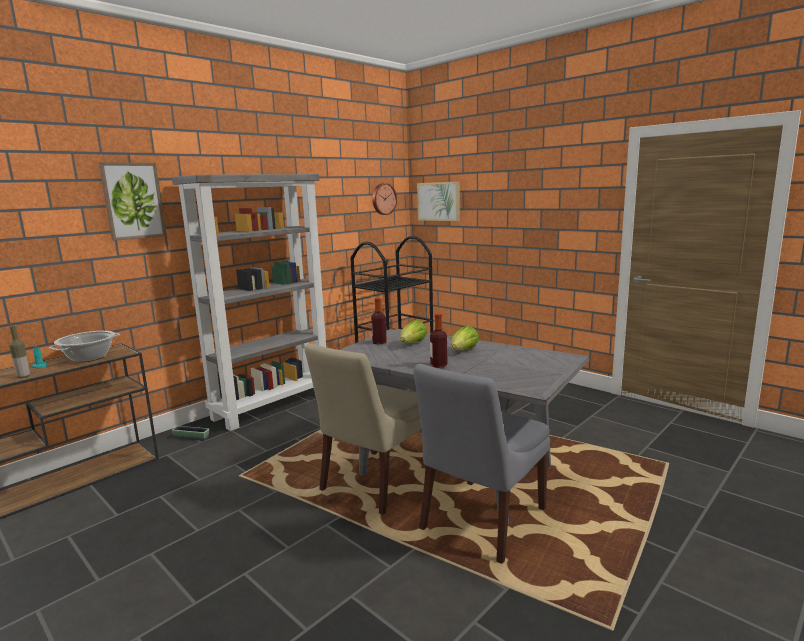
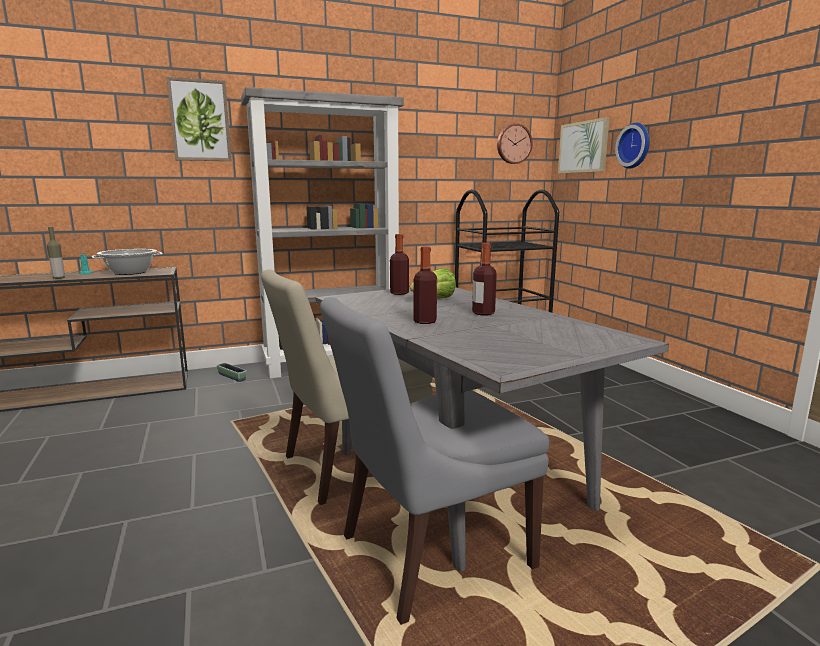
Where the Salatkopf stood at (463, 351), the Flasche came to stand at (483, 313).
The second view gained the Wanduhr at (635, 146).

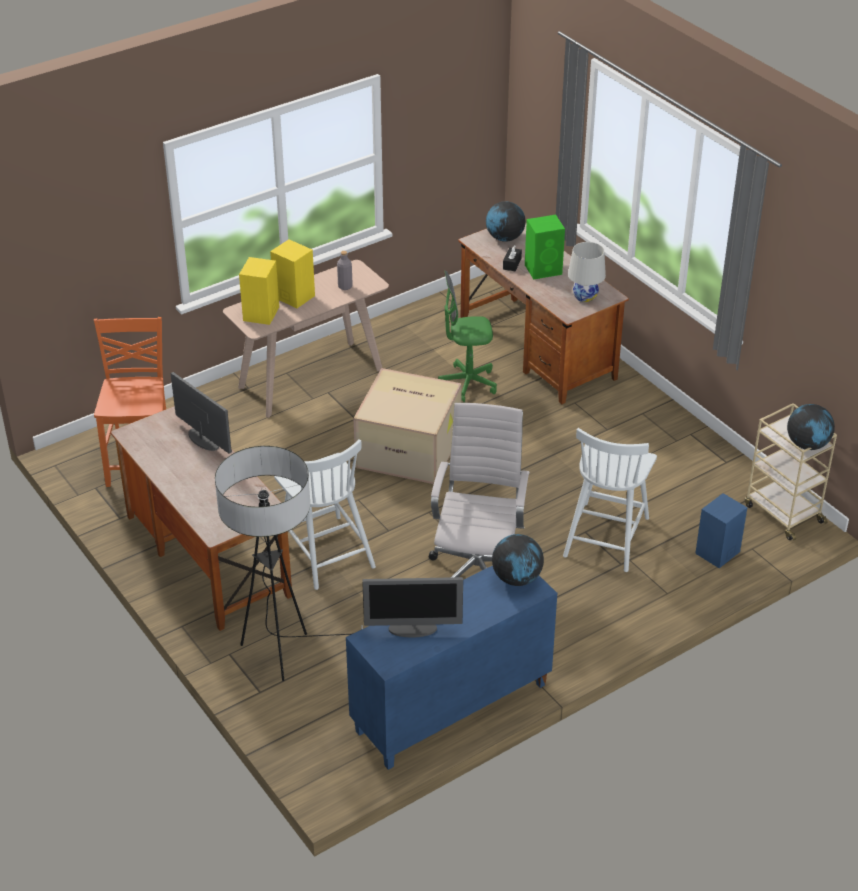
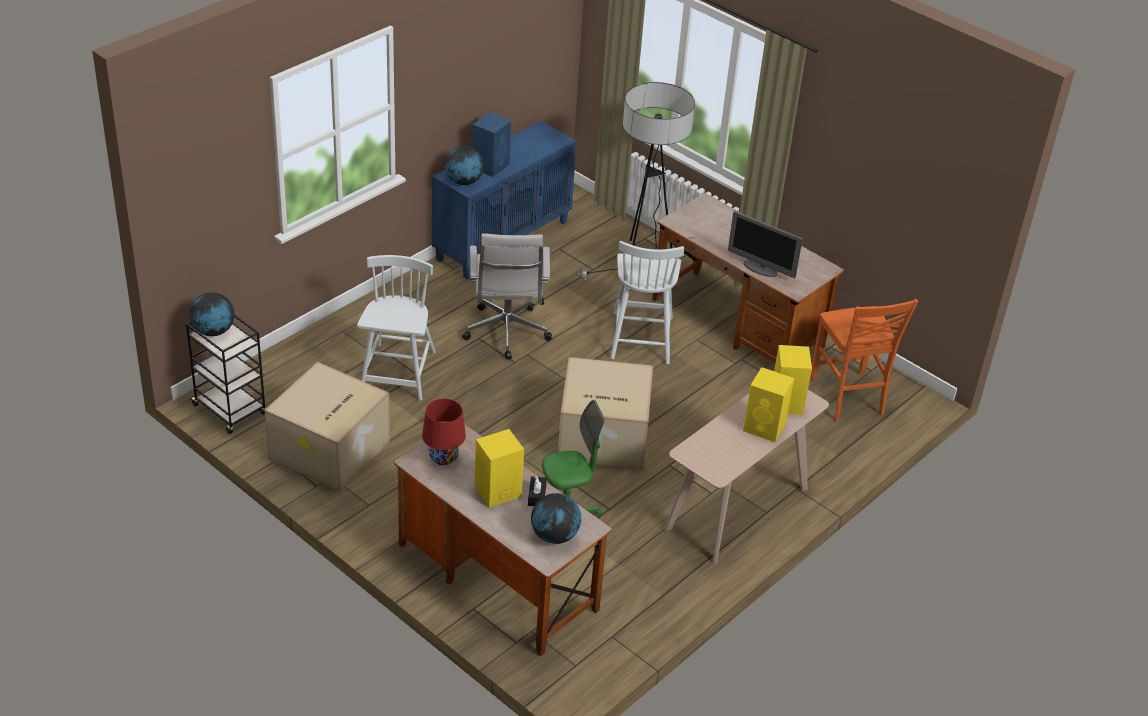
What was the Rollwagen [beige] at (782, 513) turned into the Rollwagen [schwarz] at (230, 410).
The second view gained the Karton at (330, 451).
What was the Tischlampe [weiß] at (585, 296) turned into the Tischlampe [rot] at (443, 458).
The Lautsprecher [blau] ended up elsewhere, having gone from (717, 553) to (491, 166).
What was the Lautsprecher [grün] at (544, 269) turned into the Lautsprecher [gelb] at (497, 492).
The Stuhl [weiß] at (325, 551) ended up facing another way, 135 degrees counterclockwise from before.
The second view lost the Flasche [grau] at (345, 286).
The second view lost the Monitor at (413, 629).

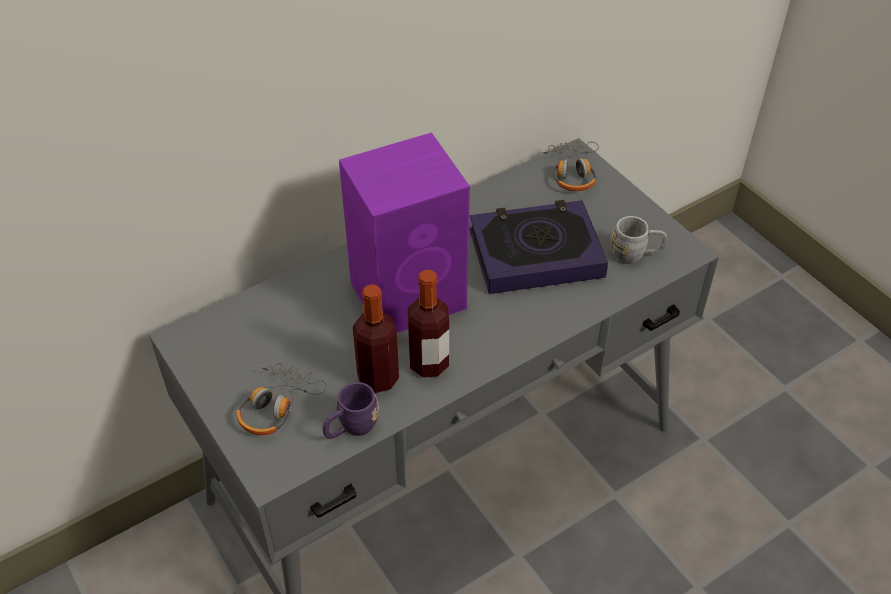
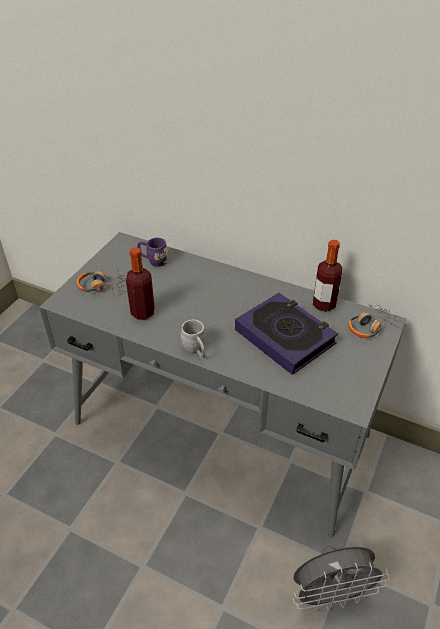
The Henkelbecher [lila] ended up elsewhere, having gone from (351, 428) to (153, 260).
The Henkelbecher [grau] ended up elsewhere, having gone from (635, 255) to (195, 350).
The second view gained the Ventilator [grau] at (331, 595).
The Flasche ended up elsewhere, having gone from (429, 363) to (324, 304).
The second view lost the Lautsprecher [lila] at (410, 294).

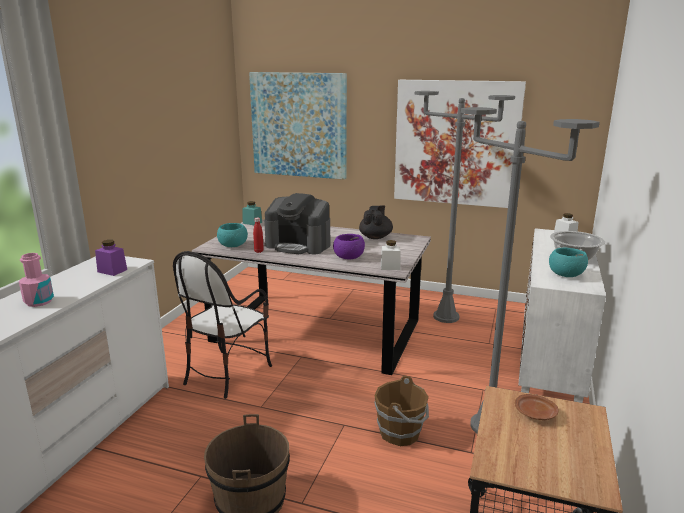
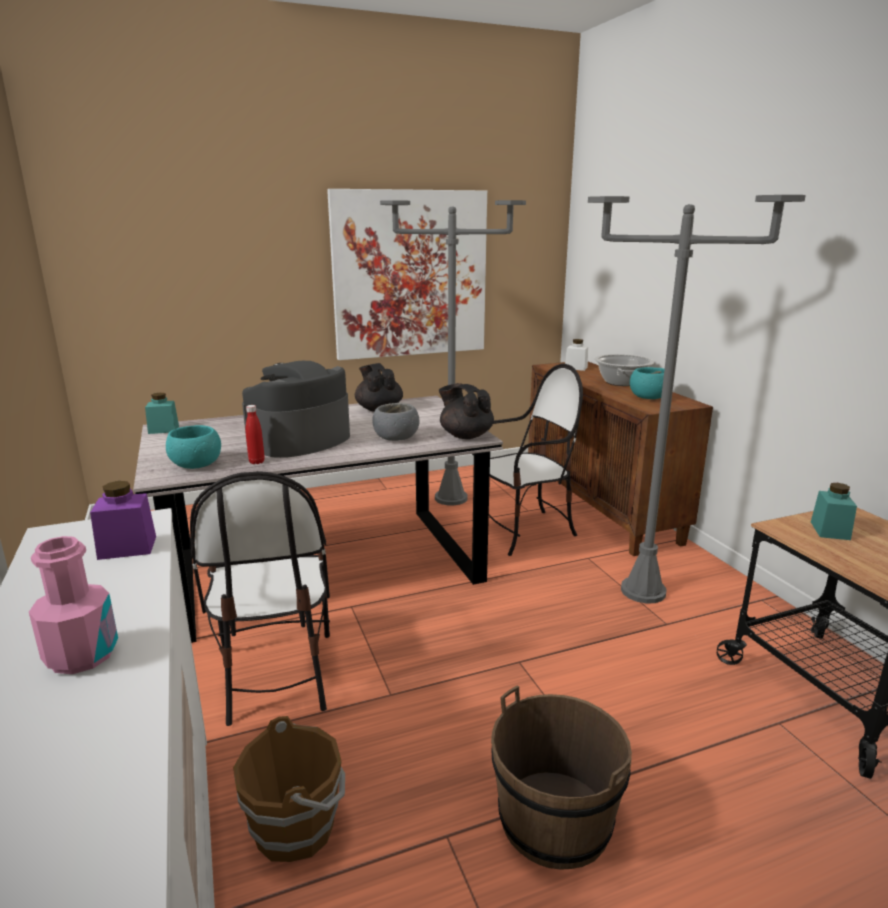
The Eimer [braun] ended up elsewhere, having gone from (401, 433) to (297, 827).
The Kaffeemaschine at (299, 245) ended up facing another way, 150 degrees clockwise from before.
What was the Schüssel [lila] at (349, 257) turned into the Schüssel [grau] at (396, 438).
Where the Vorratsglas [weiß] stood at (390, 267), the Teekanne [schwarz] came to stand at (465, 435).
The second view gained the Stuhl at (524, 531).
What was the Schrank [weiß] at (550, 363) turned into the Schrank [braun] at (602, 509).
Where the Teller [braun] stood at (535, 414), the Vorratsglas [türkis] came to stand at (830, 530).
The second view lost the Bild at (298, 125).

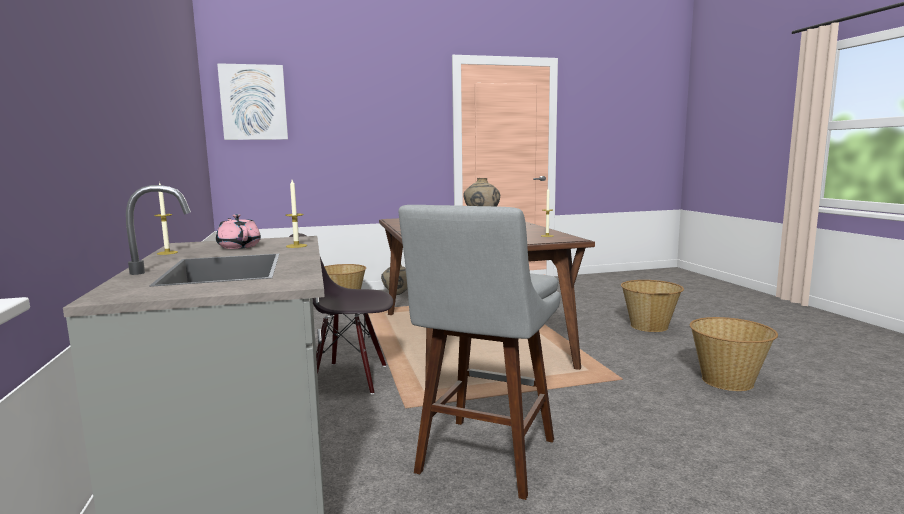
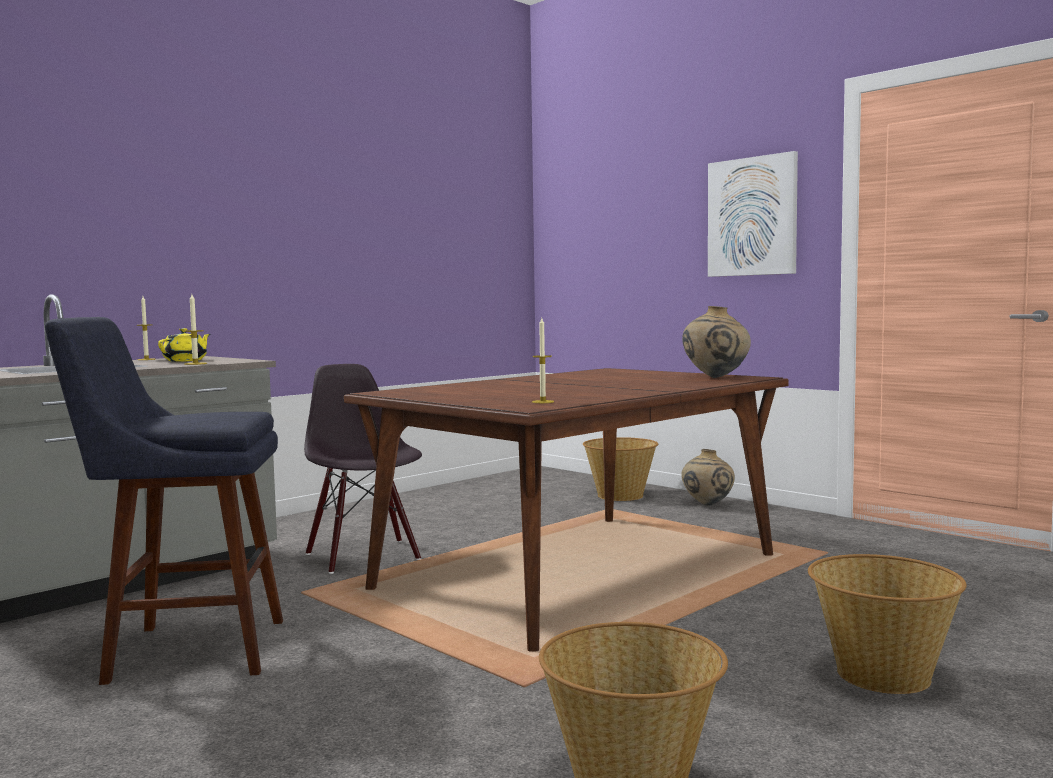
What was the Hocker [grau] at (483, 460) turned into the Hocker [blau] at (185, 651).
What was the Teekanne [rosa] at (239, 246) turned into the Teekanne [gelb] at (186, 361).
The Bild ended up elsewhere, having gone from (253, 102) to (752, 217).

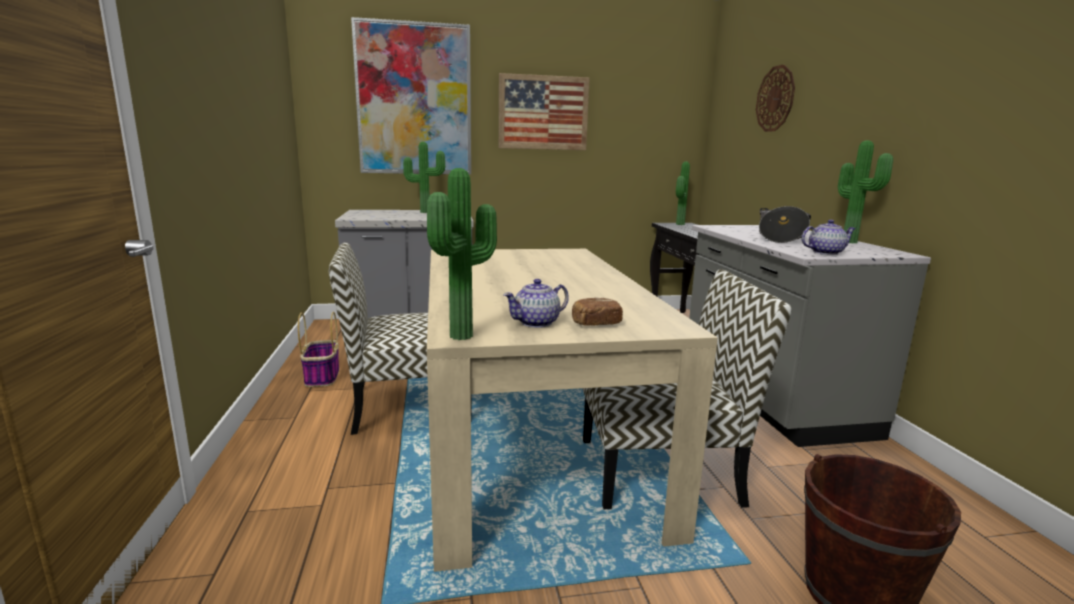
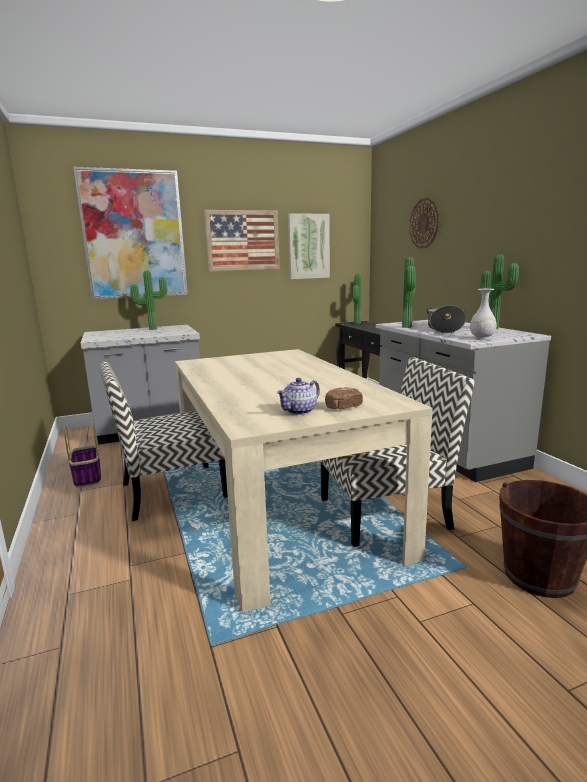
The second view gained the Bild at (308, 246).
The Topfpflanze ended up elsewhere, having gone from (465, 336) to (408, 327).
Where the Teekanne stood at (825, 252), the Vase [weiß] came to stand at (481, 338).

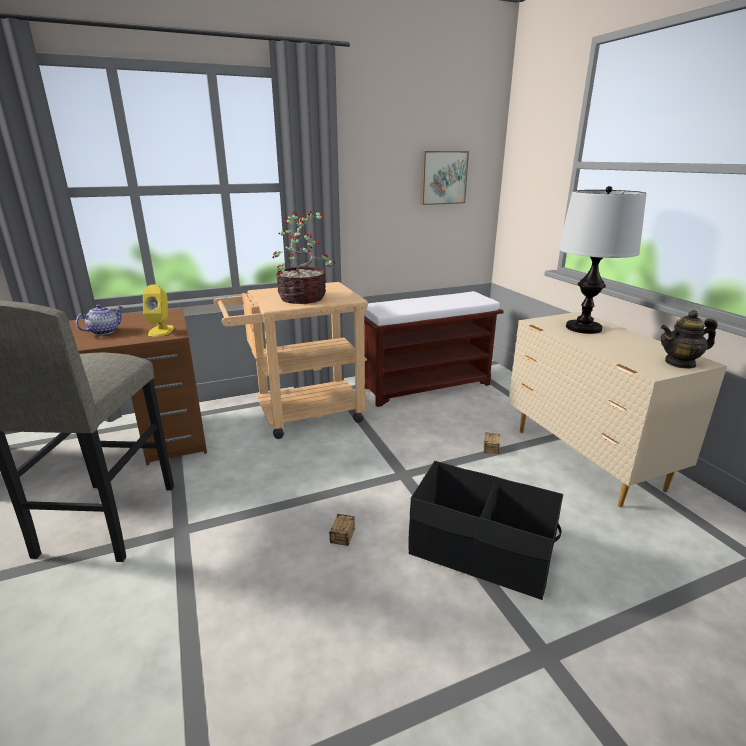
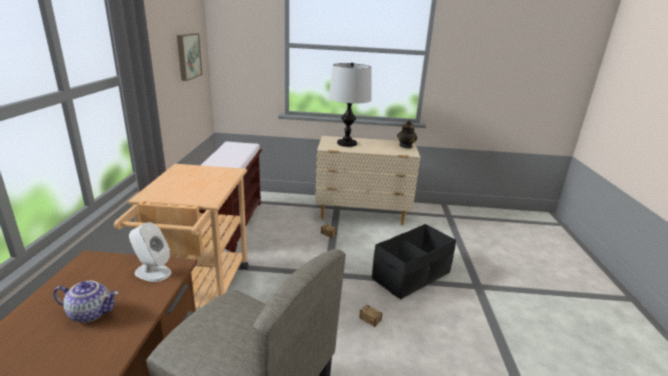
The Teekanne at (104, 331) ended up facing another way, 120 degrees clockwise from before.
What was the Lautsprecher [gelb] at (161, 331) turned into the Lautsprecher [weiß] at (152, 272).
The second view lost the Topfpflanze at (304, 298).

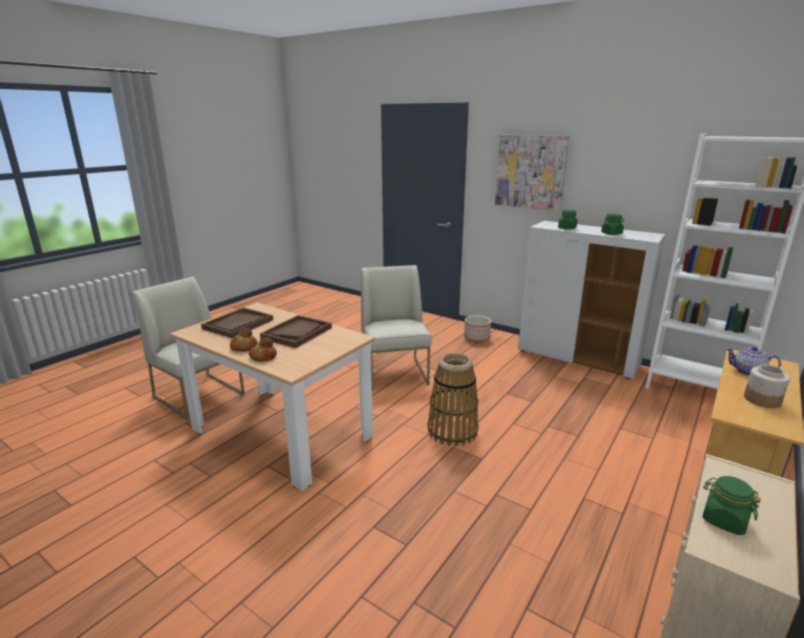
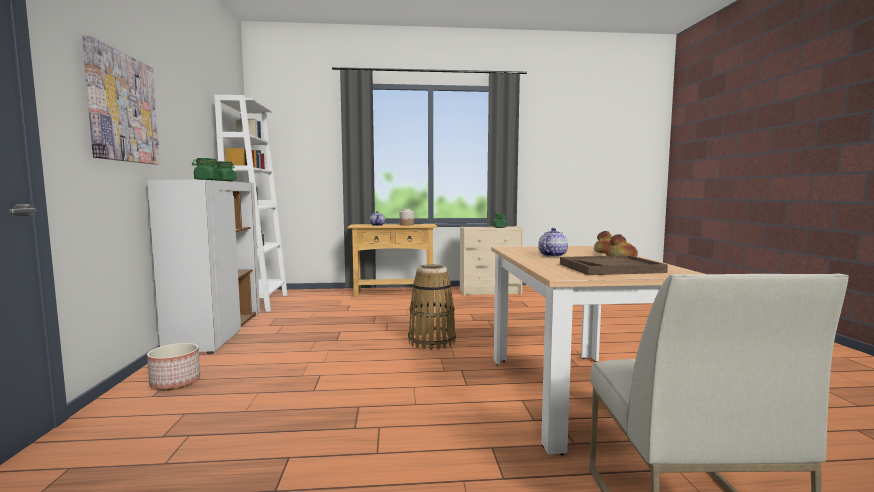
Where the Tablett [braun] stood at (297, 333), the Teekanne came to stand at (552, 255).
The second view lost the Stuhl [weiß] at (395, 373).

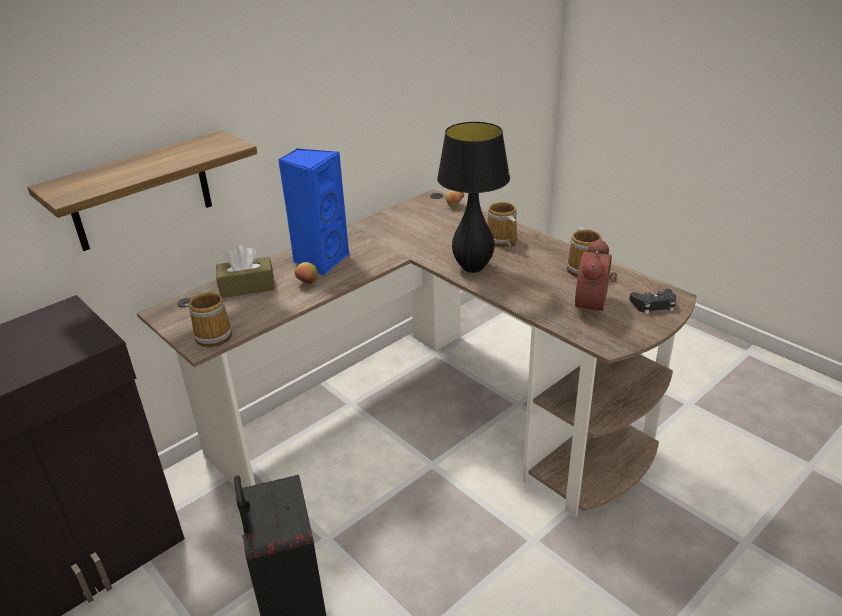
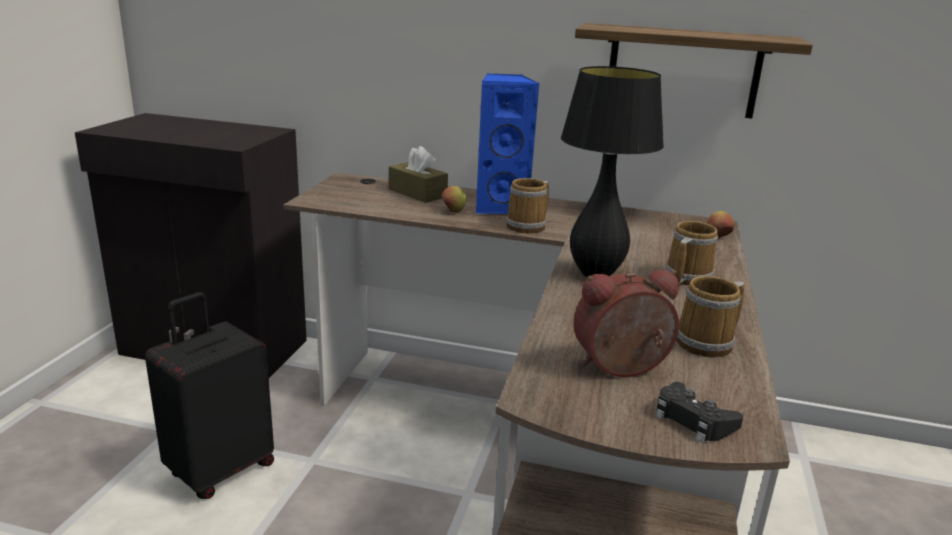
The Henkelbecher ended up elsewhere, having gone from (214, 334) to (528, 226).
The Wandregal ended up elsewhere, having gone from (141, 192) to (683, 71).

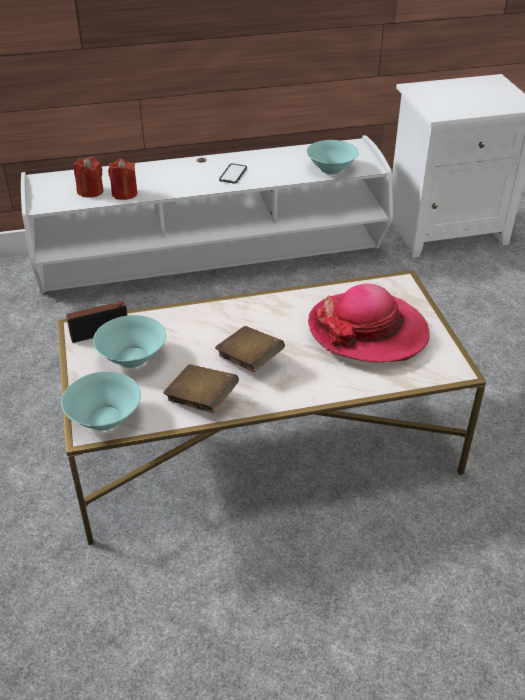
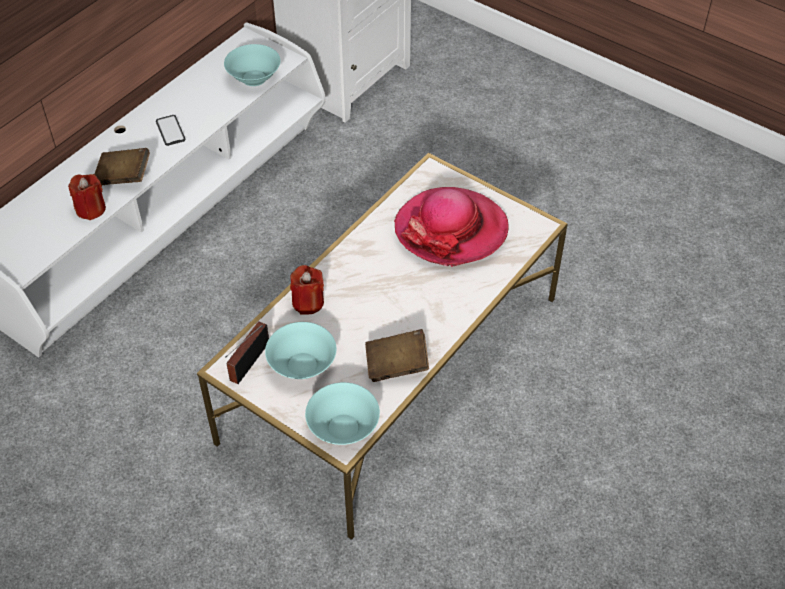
The Buch [braun] ended up elsewhere, having gone from (249, 360) to (124, 177).
The Kerze [rot] ended up elsewhere, having gone from (90, 191) to (308, 302).

